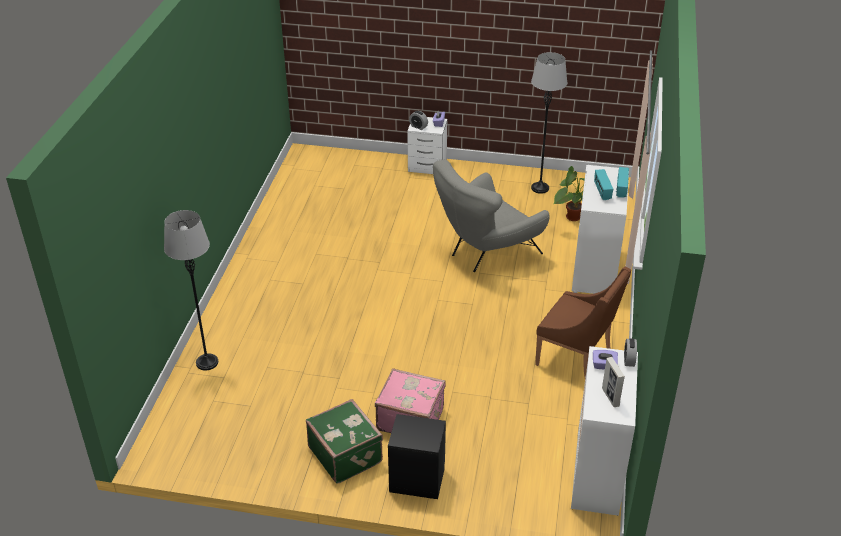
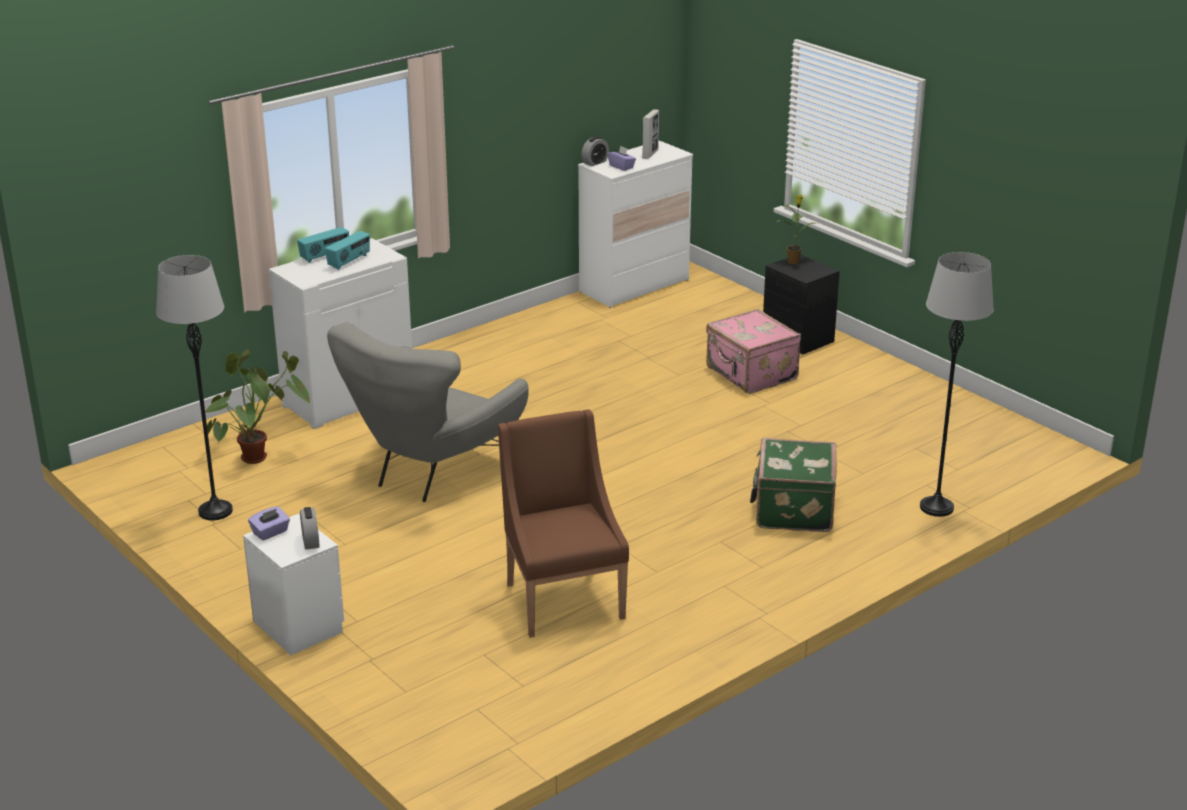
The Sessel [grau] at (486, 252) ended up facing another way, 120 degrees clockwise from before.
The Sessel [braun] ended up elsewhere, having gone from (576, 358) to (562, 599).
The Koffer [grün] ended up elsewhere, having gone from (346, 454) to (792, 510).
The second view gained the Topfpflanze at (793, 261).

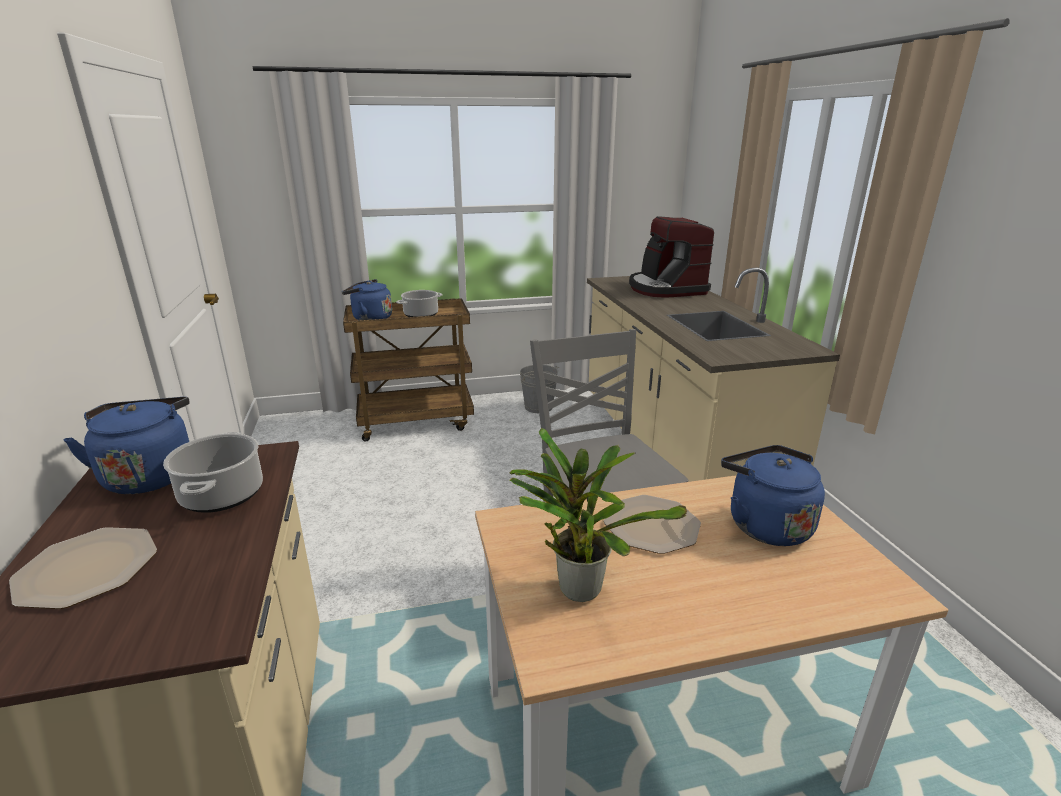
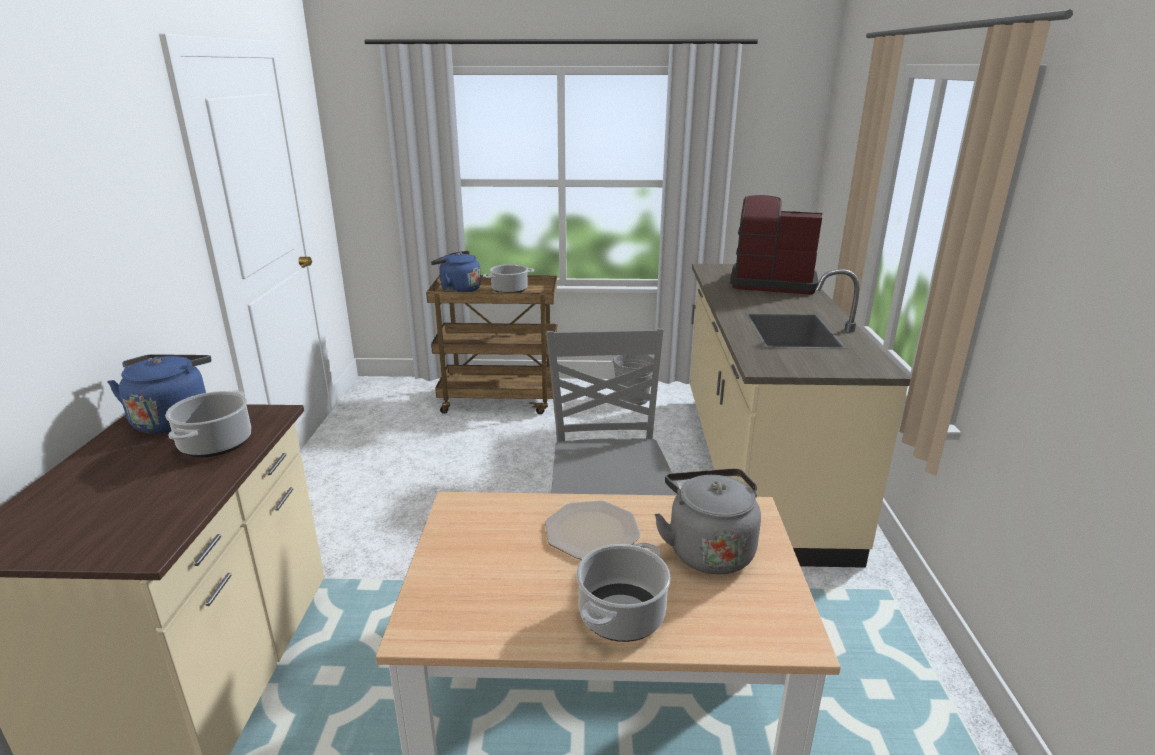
The second view gained the Kochtopf at (621, 616).
What was the Wasserkessel [blau] at (764, 524) turned into the Wasserkessel [grau] at (708, 549).
The Kaffeemaschine at (666, 288) ended up facing another way, 105 degrees clockwise from before.
The second view lost the Teller at (88, 568).
The second view lost the Topfpflanze at (577, 585).

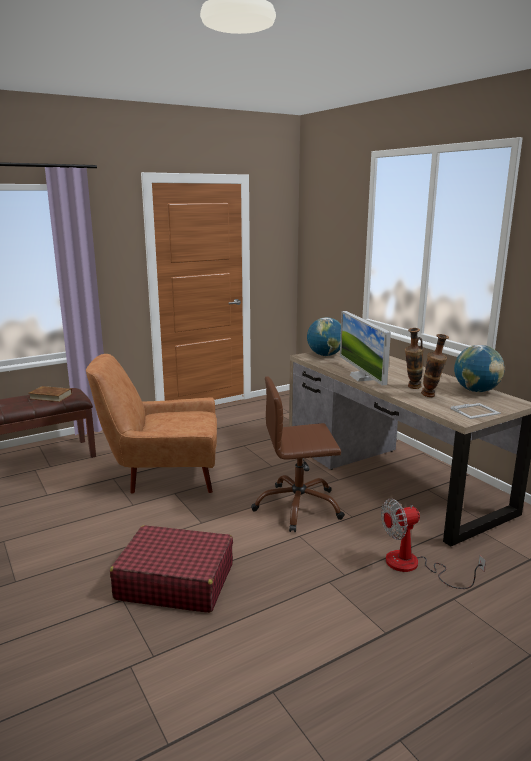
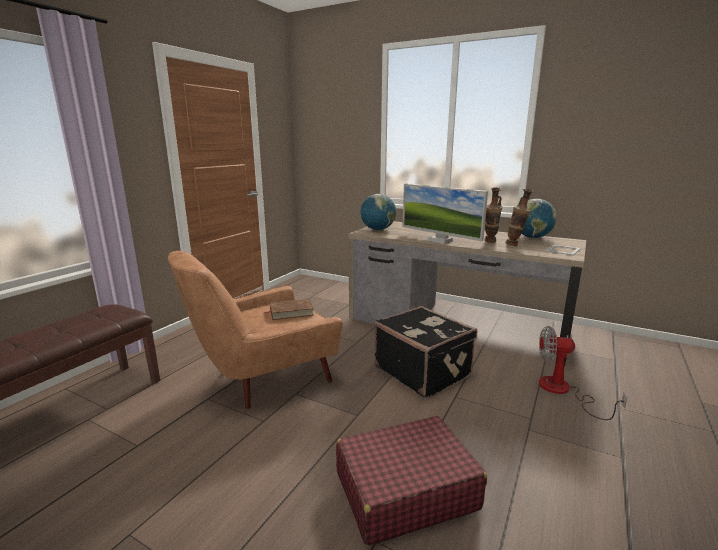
The Buch [braun] ended up elsewhere, having gone from (50, 396) to (291, 312).
Where the Bürostuhl [braun] stood at (298, 507), the Koffer [schwarz] came to stand at (423, 371).
The Ventilator at (413, 566) ended up facing another way, 60 degrees clockwise from before.

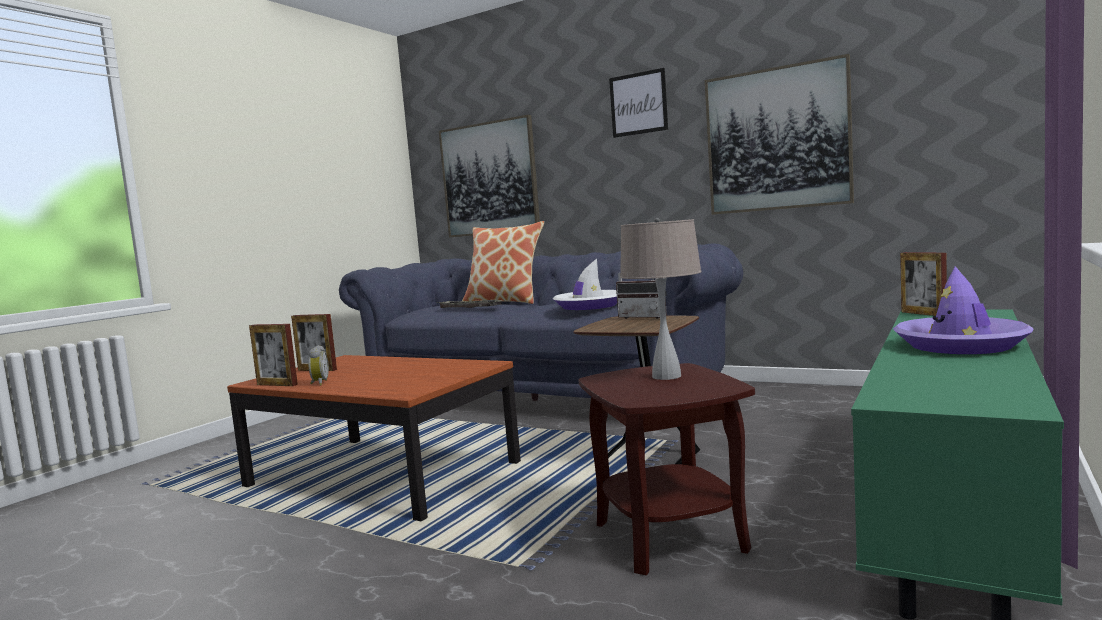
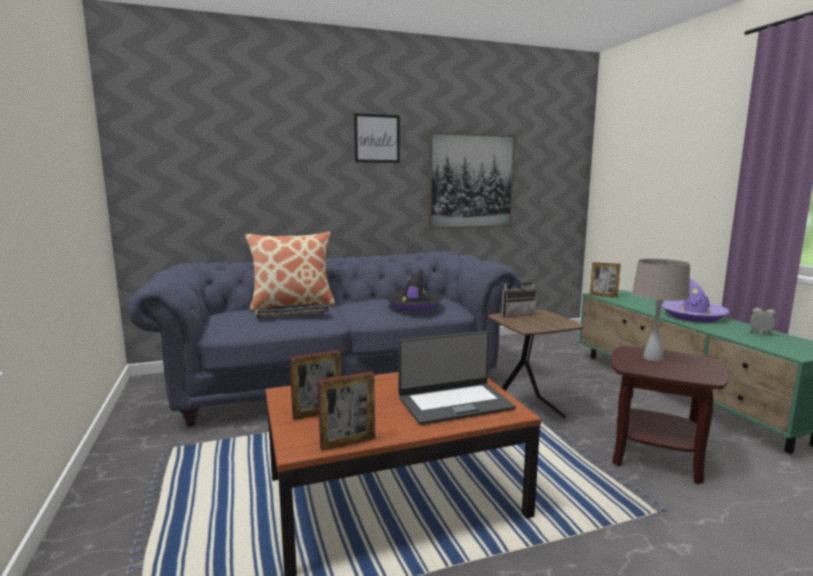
What was the Hut [weiß] at (589, 306) turned into the Hut [schwarz] at (414, 305).
The second view gained the Laptop at (454, 403).
The Wecker ended up elsewhere, having gone from (318, 383) to (760, 334).
The second view lost the Bild at (489, 179).

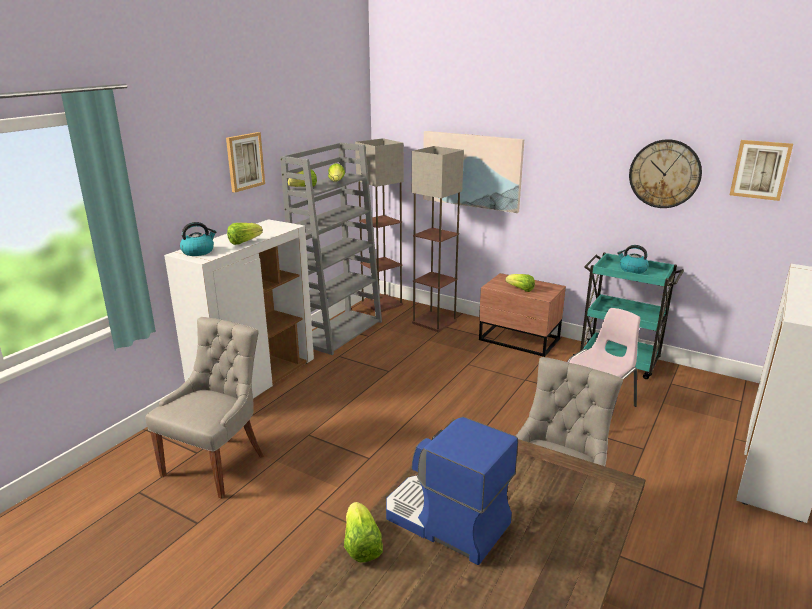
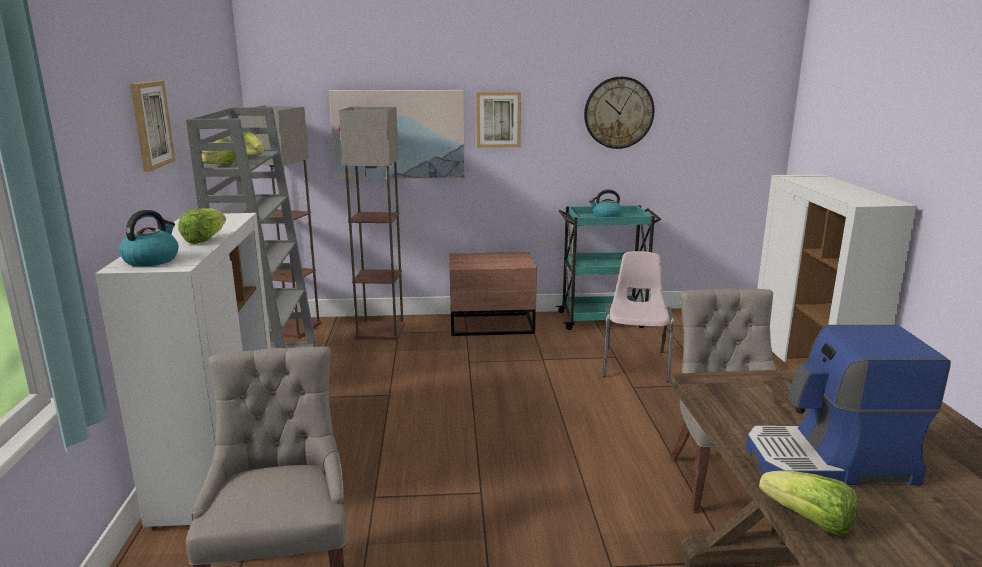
The Bild ended up elsewhere, having gone from (760, 169) to (498, 119).
The second view lost the Salatkopf at (520, 289).

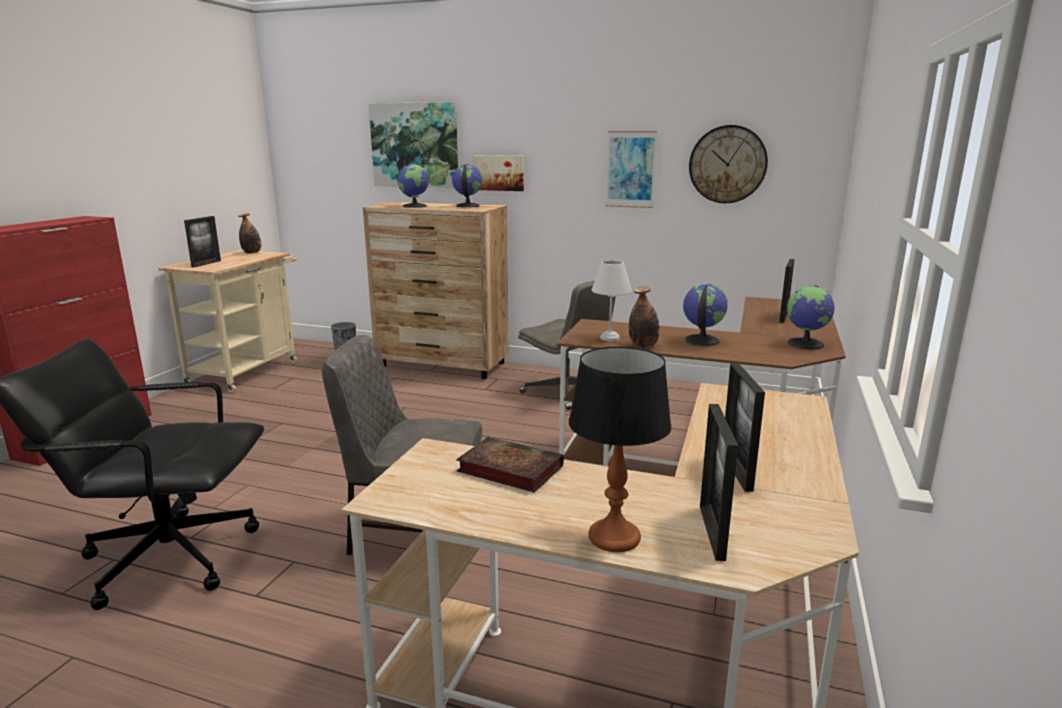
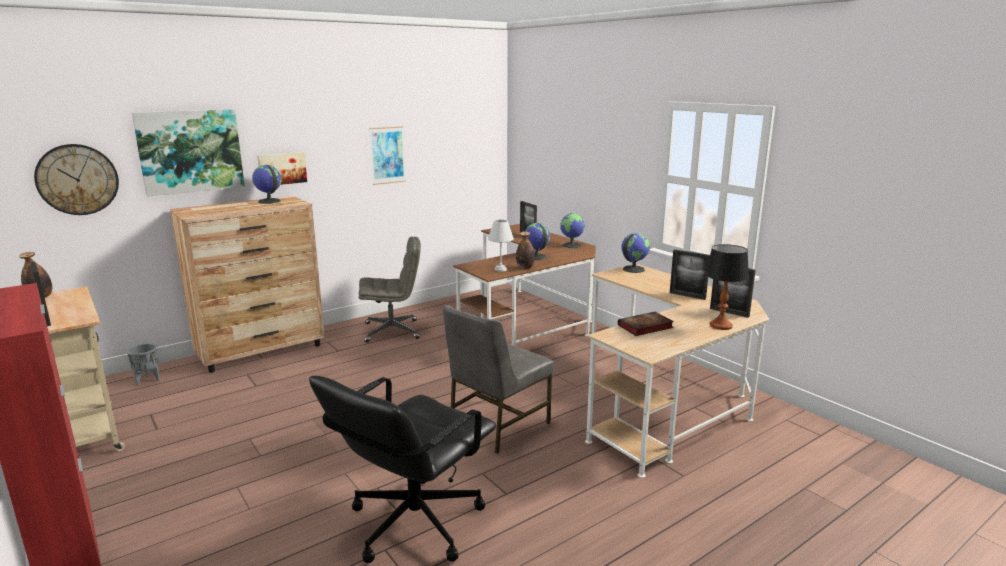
The Wanduhr ended up elsewhere, having gone from (727, 164) to (77, 179).
The Globus ended up elsewhere, having gone from (415, 206) to (633, 269).

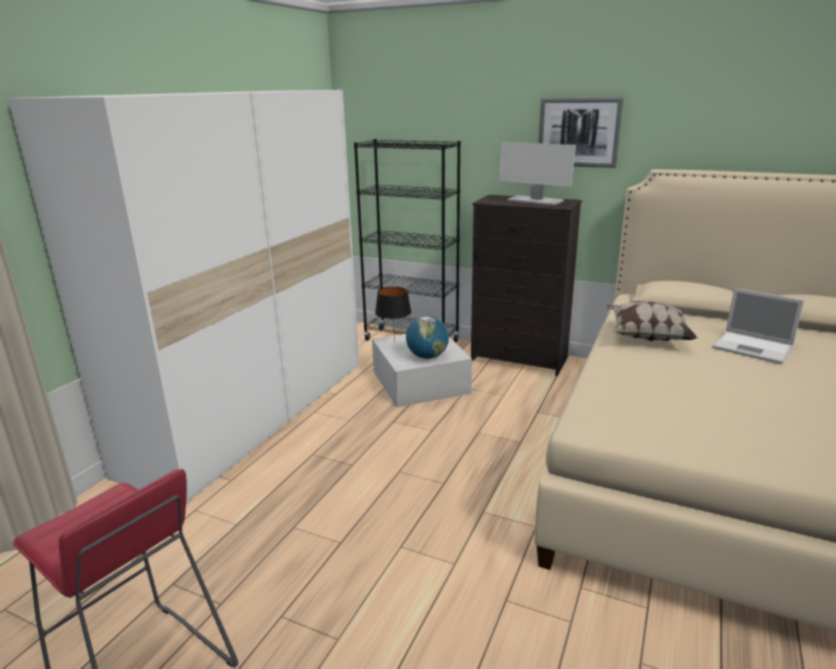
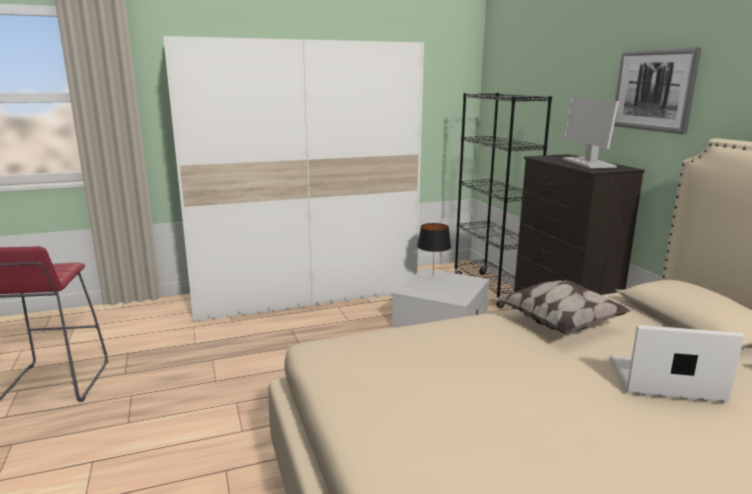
The Laptop at (754, 348) ended up facing another way, 105 degrees clockwise from before.
The second view lost the Globus at (427, 357).

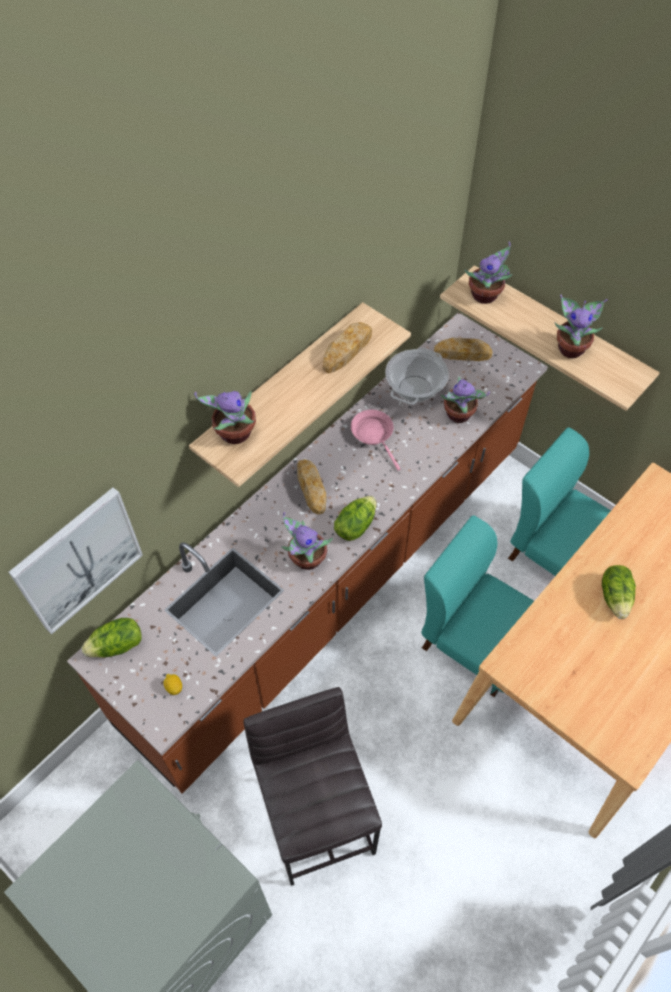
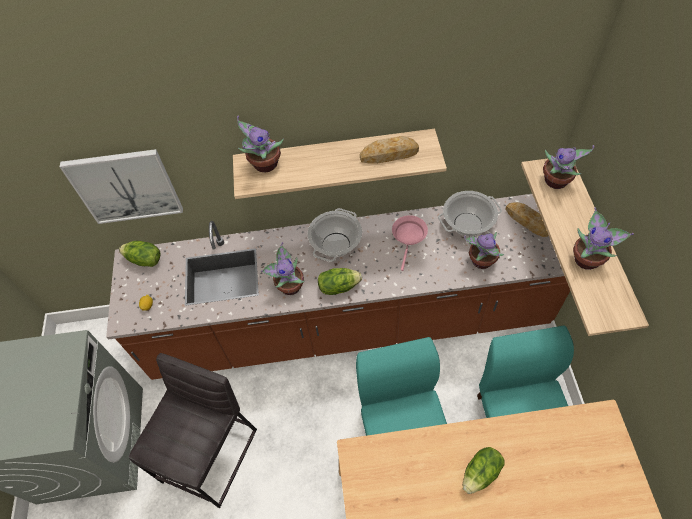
Where the Brot stood at (311, 488), the Kochtopf came to stand at (336, 244).

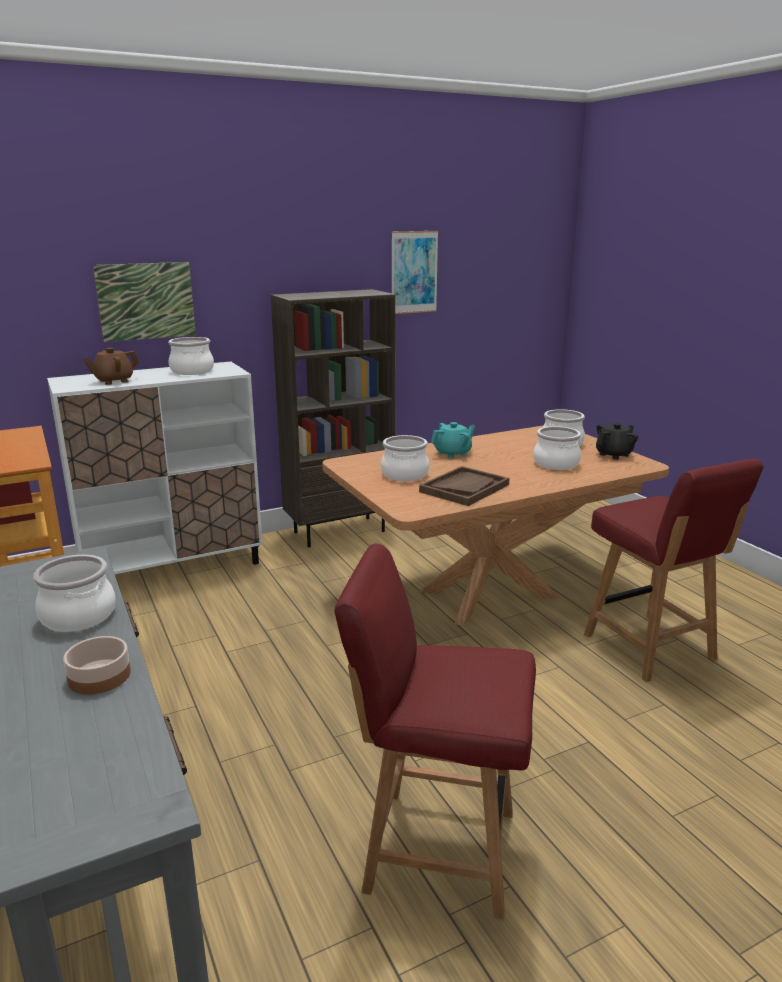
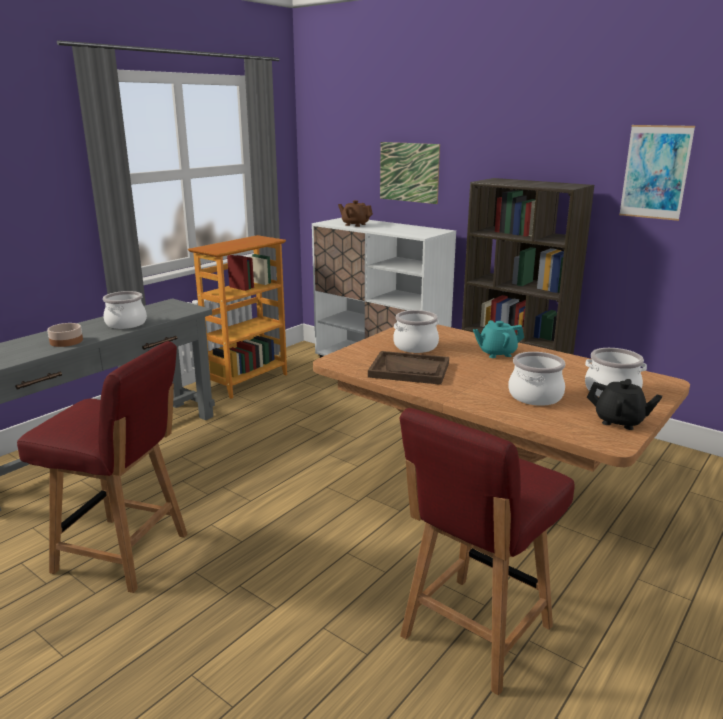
The Stuhl [rot] at (436, 848) ended up facing another way, 120 degrees clockwise from before.
The Teekanne [türkis] at (453, 453) ended up facing another way, 135 degrees clockwise from before.
The second view lost the Kochtopf at (192, 371).

